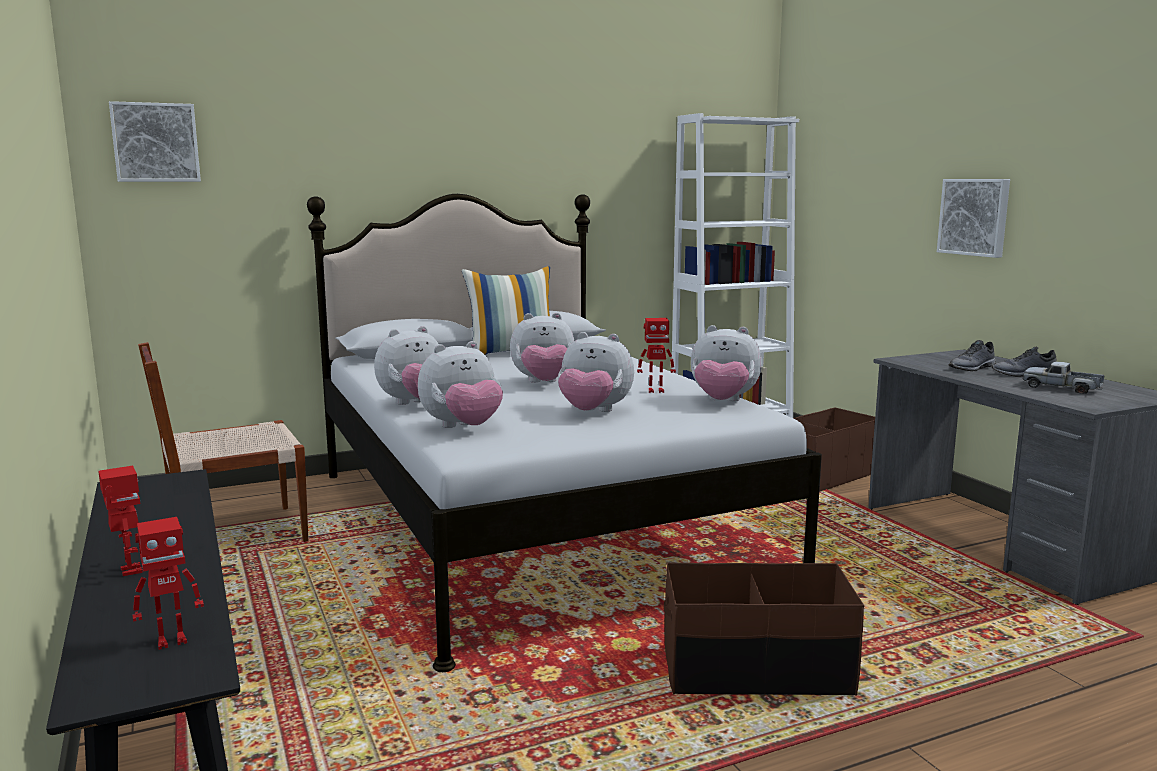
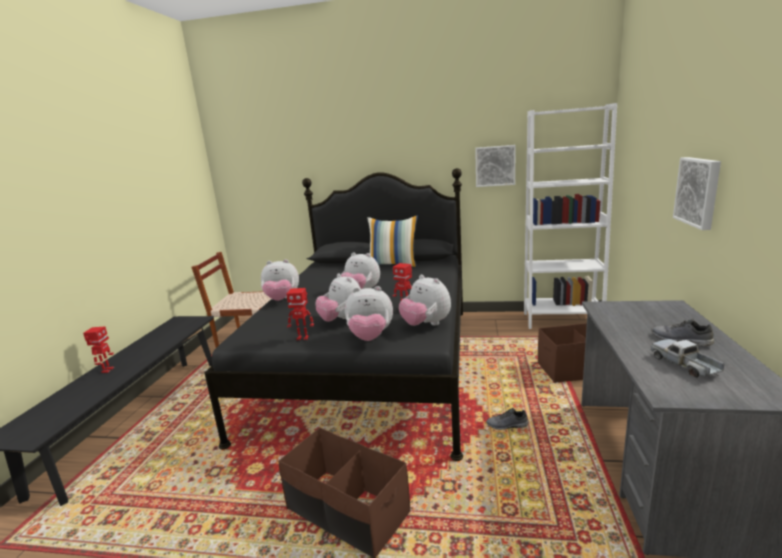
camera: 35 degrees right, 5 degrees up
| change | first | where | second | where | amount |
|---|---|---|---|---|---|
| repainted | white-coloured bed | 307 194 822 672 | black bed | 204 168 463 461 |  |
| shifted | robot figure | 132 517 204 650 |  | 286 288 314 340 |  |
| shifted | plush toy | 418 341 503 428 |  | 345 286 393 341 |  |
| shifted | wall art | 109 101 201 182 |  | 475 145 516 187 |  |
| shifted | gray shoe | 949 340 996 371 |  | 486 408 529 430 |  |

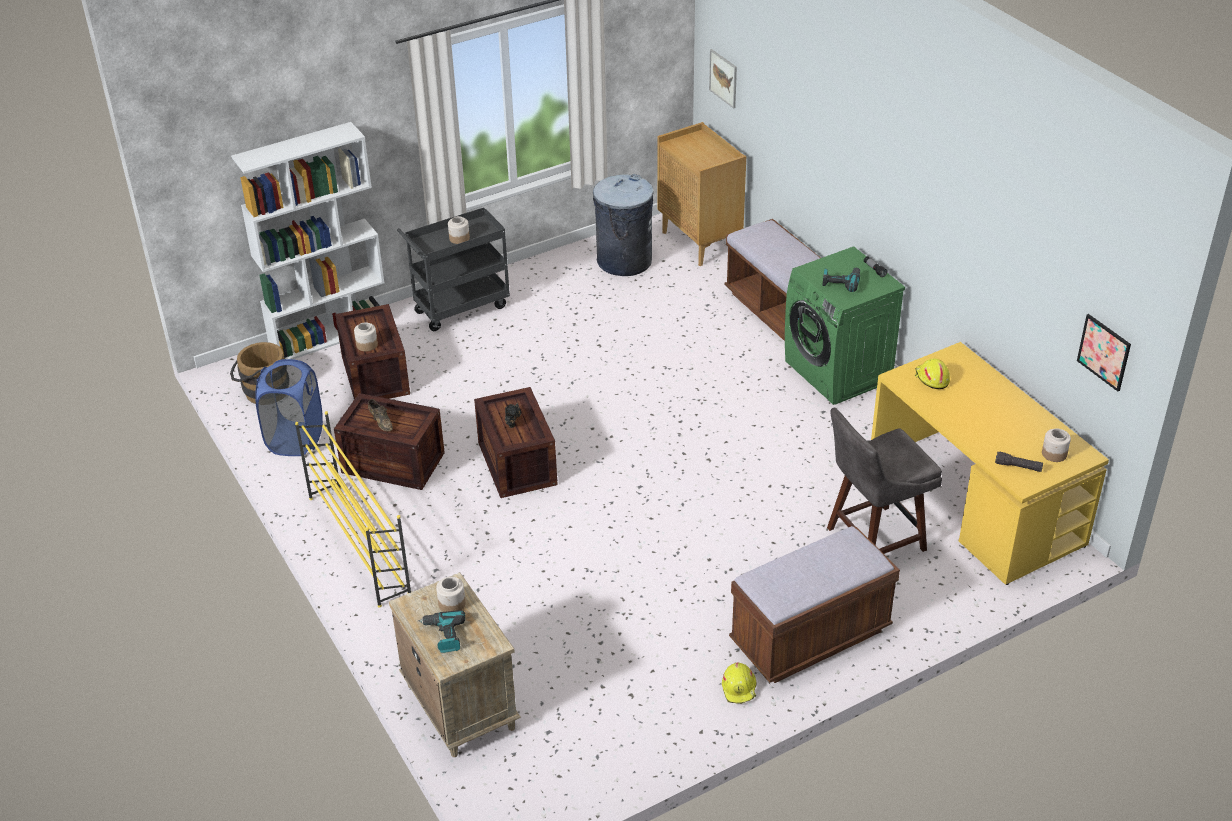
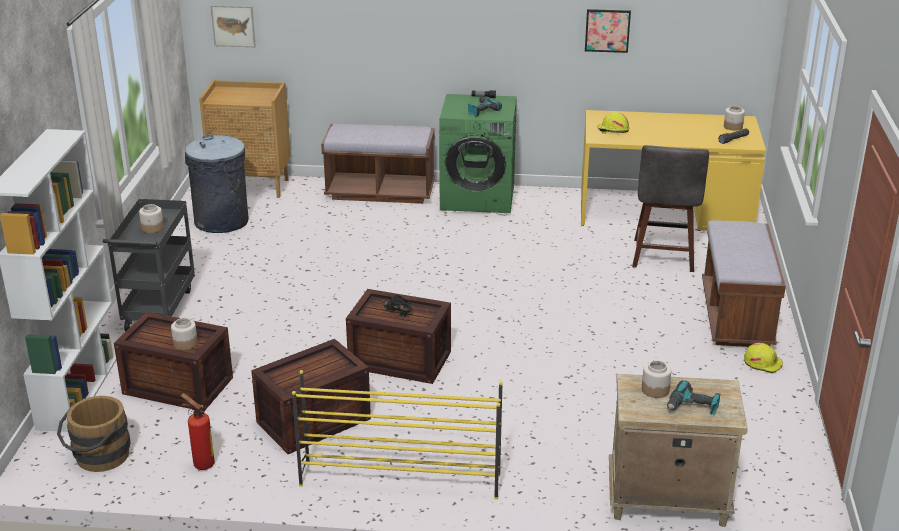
camera: 55 degrees left, 10 degrees down
| change | first | where | second | where | amount |
|---|---|---|---|---|---|
| swapped | blue hamper | 255 359 323 456 | fire extinguisher | 180 393 215 470 |  |
| shifted | wall art | 1077 314 1131 391 |  | 585 9 631 53 |  |
| gone | brown shoe | 368 399 393 432 |  |  |  |

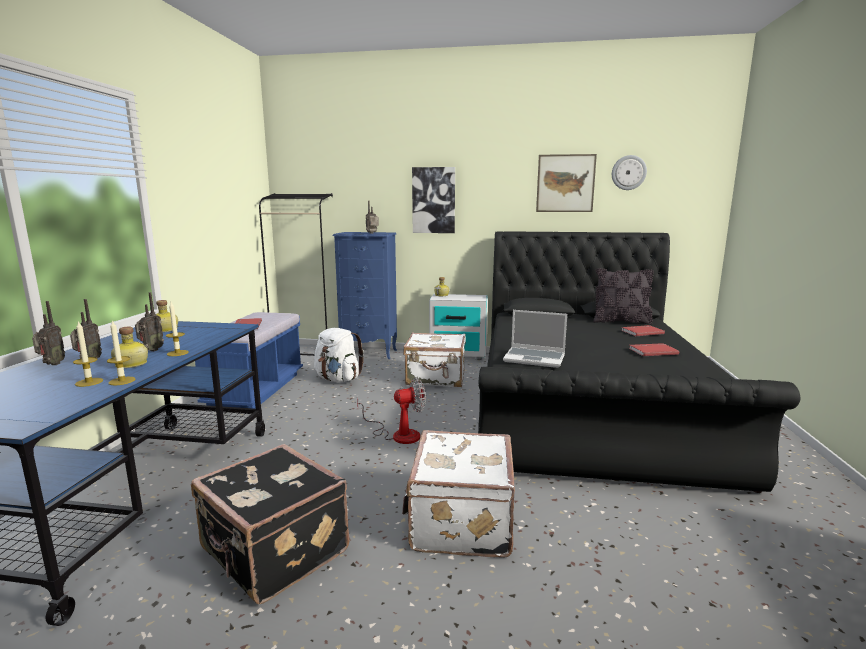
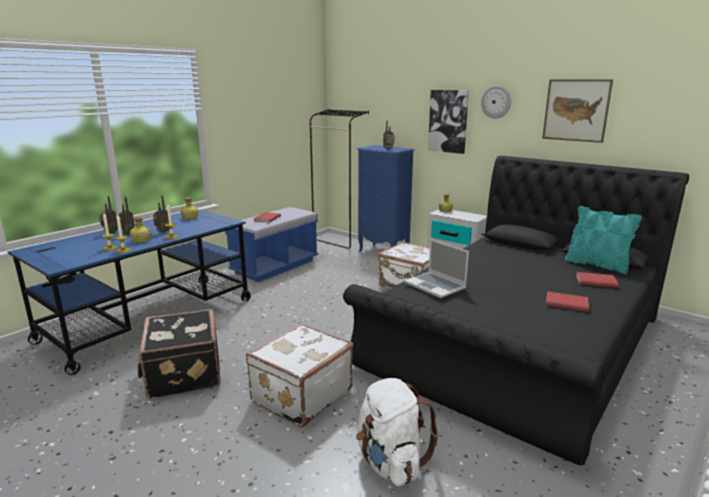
camera: 30 degrees right, 5 degrees up
| change | first | where | second | where | amount |
|---|---|---|---|---|---|
| shifted | white-coloured rucksack | 314 328 364 382 |  | 356 378 439 486 |  |
| shifted | clock on the wall | 612 155 647 190 |  | 481 86 511 119 |  |
| repainted | black cushion | 593 268 654 325 | turquoise cushion | 564 206 642 275 |  |
| gone | cooling fan | 357 378 426 444 |  |  |  |

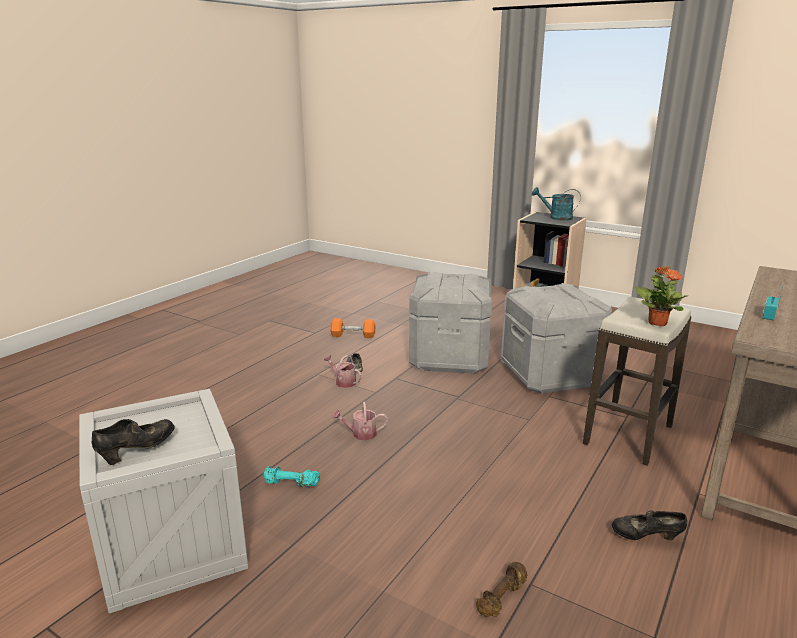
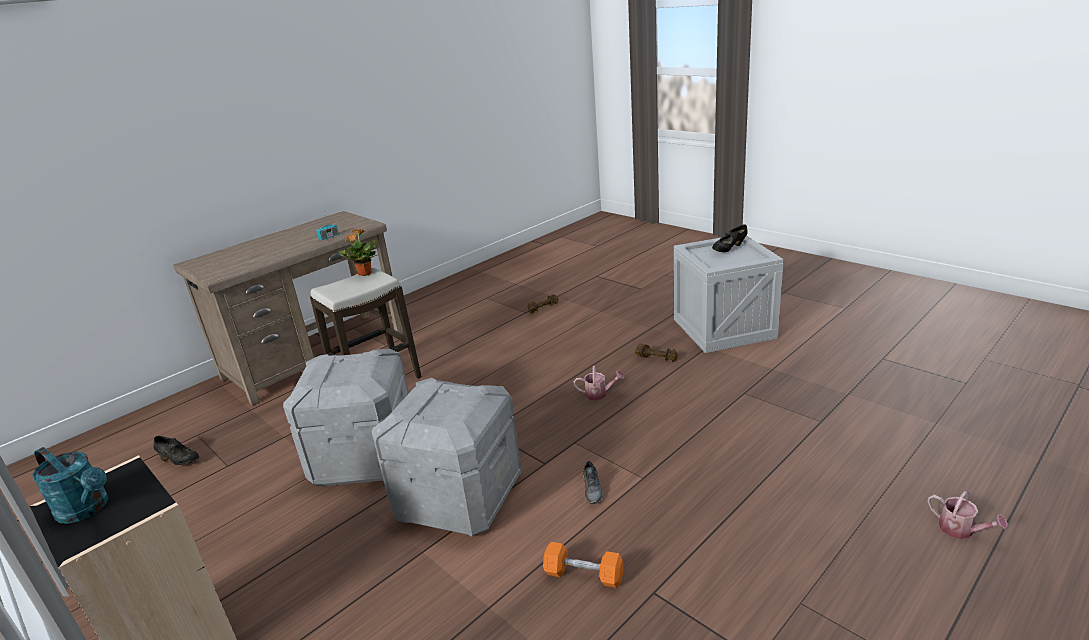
camera: 165 degrees left, 5 degrees up
| change | first | where | second | where | amount |
|---|---|---|---|---|---|
| shifted | black shoe | 612 510 687 540 |  | 153 436 199 465 |  |
| repainted | turquoise free weight | 263 466 320 486 | brown free weight | 635 343 678 362 |  |
| shifted | watering can | 324 355 361 388 |  | 928 491 1008 539 |  |

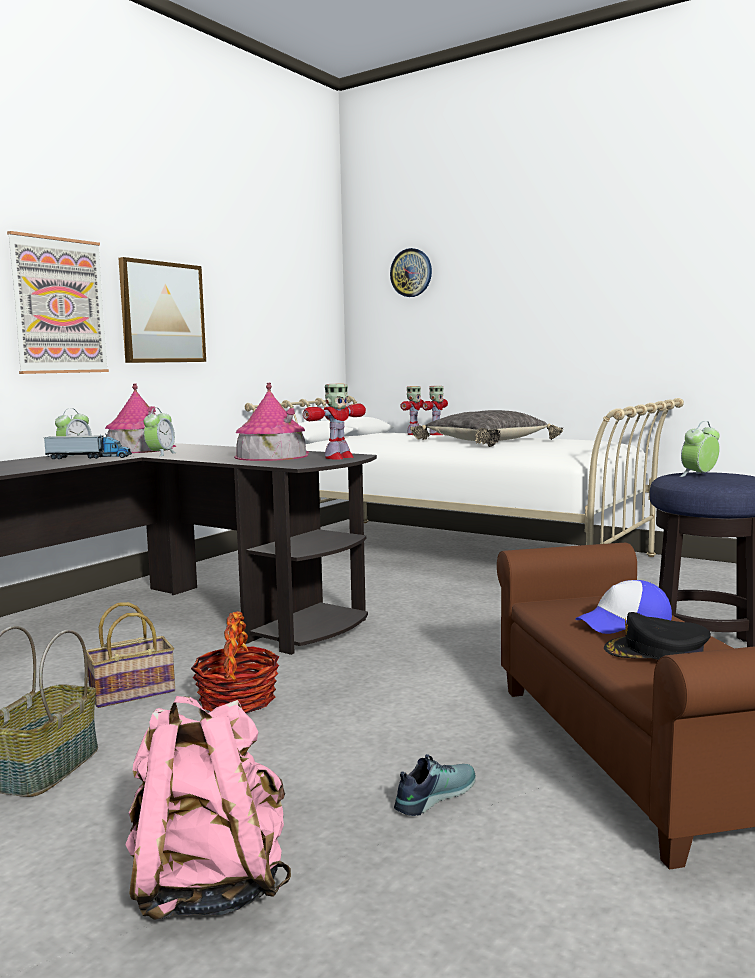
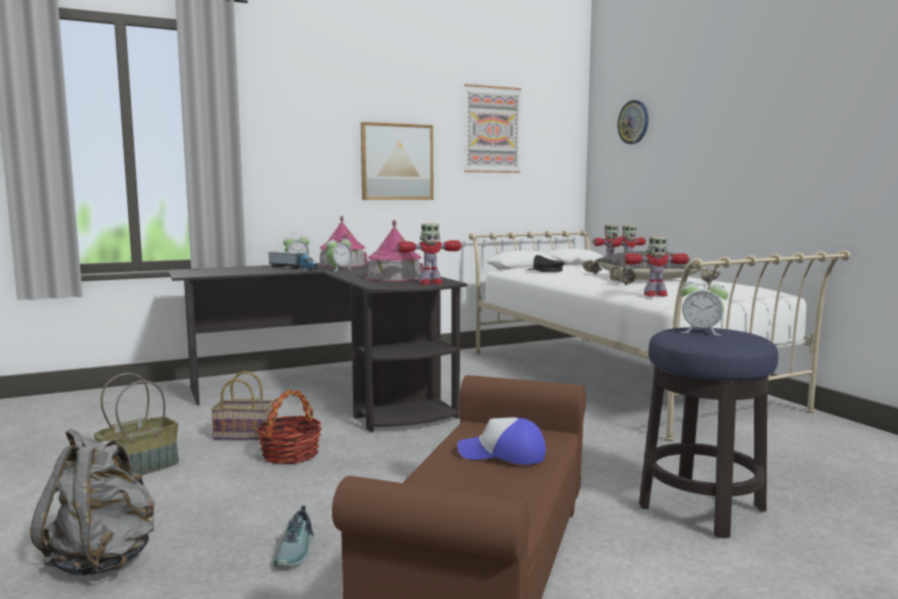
camera: 30 degrees right, 0 degrees up
| change | first | where | second | where | amount |
|---|---|---|---|---|---|
| repainted | pink rucksack | 125 696 291 920 | gray rucksack | 30 428 155 576 |  |
| rotated | shoe | 394 754 476 816 |  | 273 505 314 567 | 105 degrees clockwise |
| shifted | wall art | 7 231 109 374 |  | 464 84 522 173 |  |
| shifted | black cap | 604 612 711 660 |  | 527 255 564 272 |  |
| new |  |  | robot figure | 624 236 689 296 |  |
| rotated | table clock | 679 421 720 477 |  | 680 277 729 336 | 150 degrees counterclockwise |

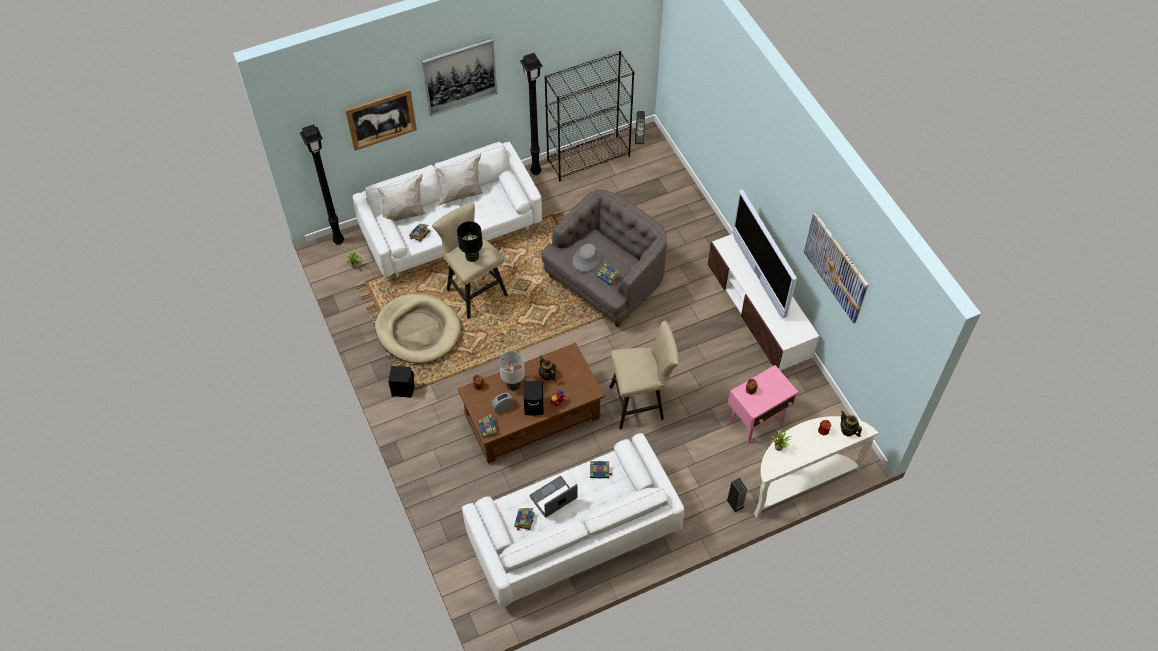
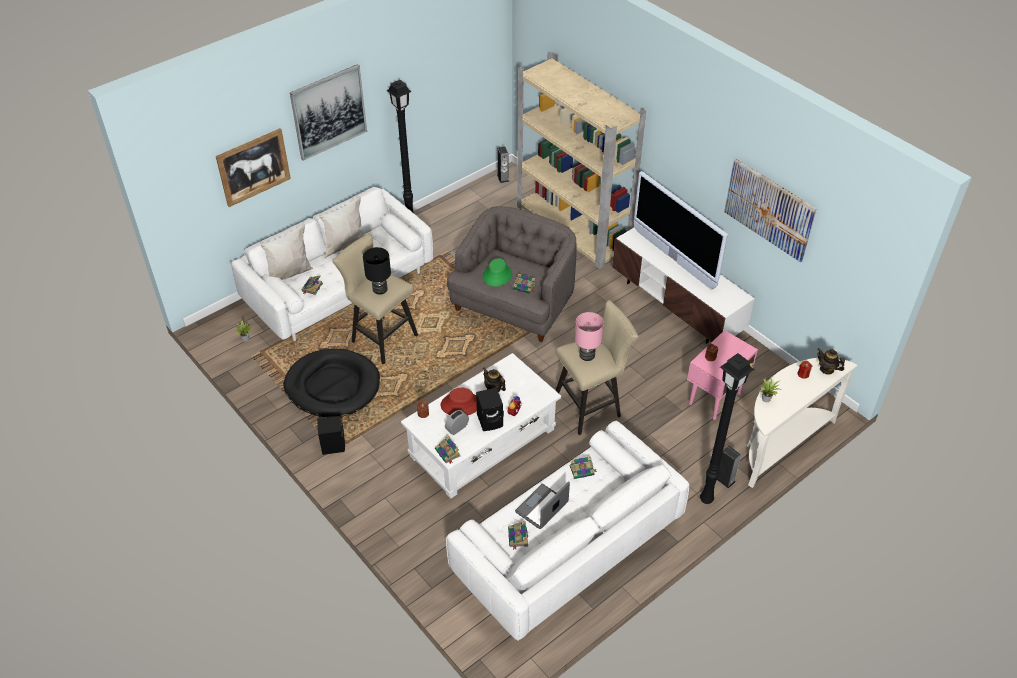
camera: 15 degrees left, 10 degrees down
| change | first | where | second | where | amount |
|---|---|---|---|---|---|
| repainted | beige dog cushion | 375 294 461 363 | black dog cushion | 284 349 380 417 |  |
| repainted | brown coffee table | 458 343 605 463 | white-coloured coffee table | 401 353 561 499 |  |
| swapped | gray table lamp | 499 351 525 390 | reddish hat | 441 388 477 415 |  |
| repainted | gray hat | 573 244 602 271 | green hat | 483 258 512 287 |  |
| new |  |  | beige bookcase | 517 52 646 270 |  |
| new |  |  | pink table lamp | 575 312 604 361 |  |
| shifted | black floor lamp | 300 124 344 244 |  | 700 353 754 504 |  |
| gone | black bookcase | 544 51 635 181 |  |  |  |

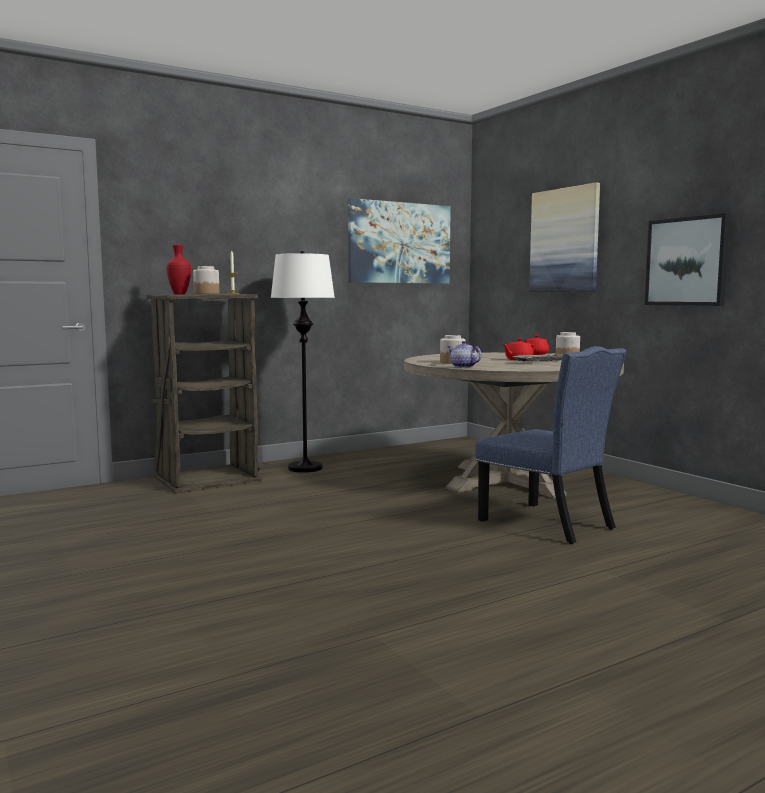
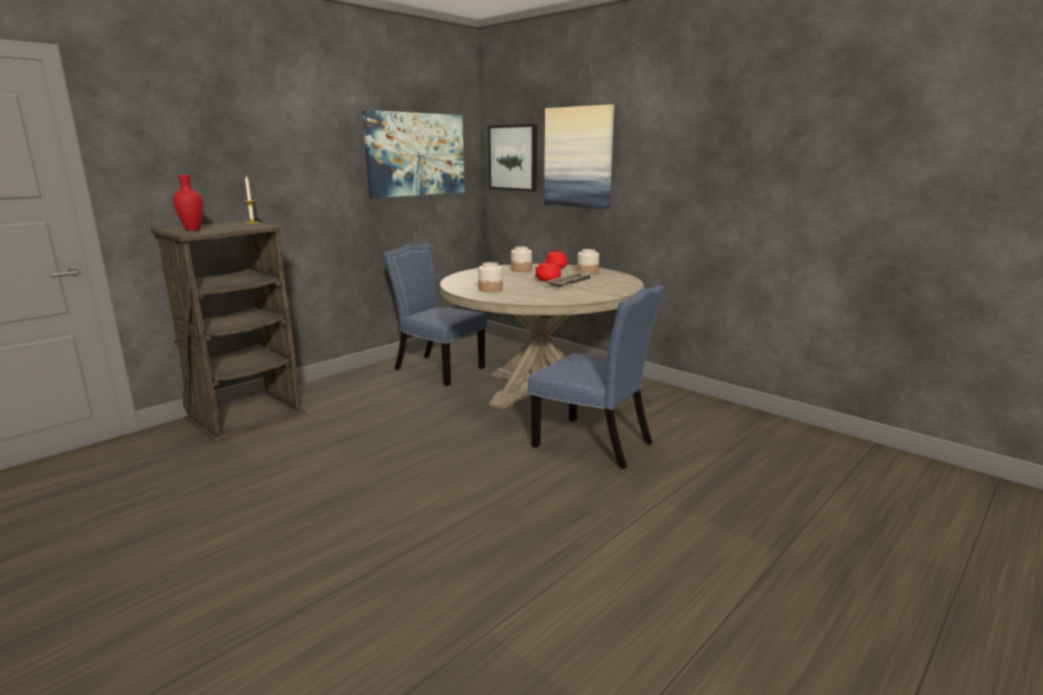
camera: 15 degrees left, 10 degrees up
| change | first | where | second | where | amount |
|---|---|---|---|---|---|
| new |  |  | blue chair | 383 244 487 386 |  |
| shifted | wall art | 645 213 730 306 |  | 488 124 537 192 |  |
| shifted | jar | 193 266 220 294 |  | 511 247 532 272 |  |
| gone | white-coloured floor lamp | 270 251 335 473 |  |  |  |
| gone | teapot | 448 341 481 368 |  |  |  |

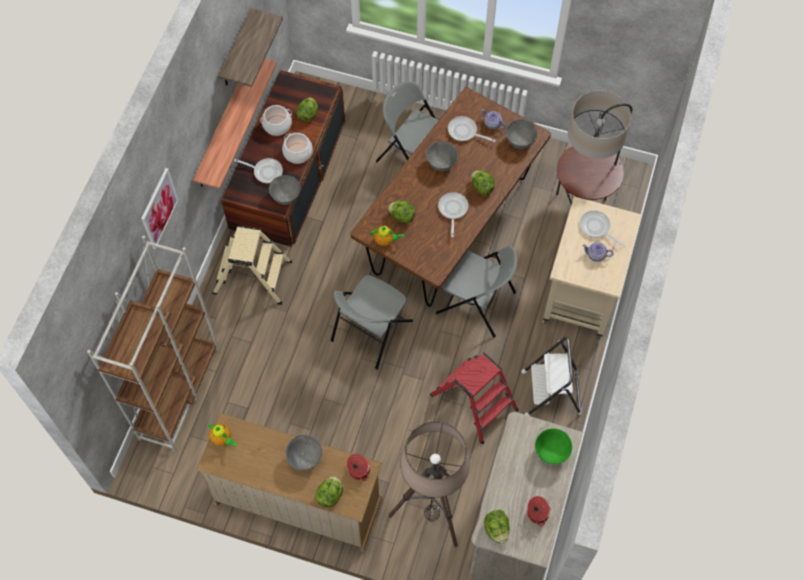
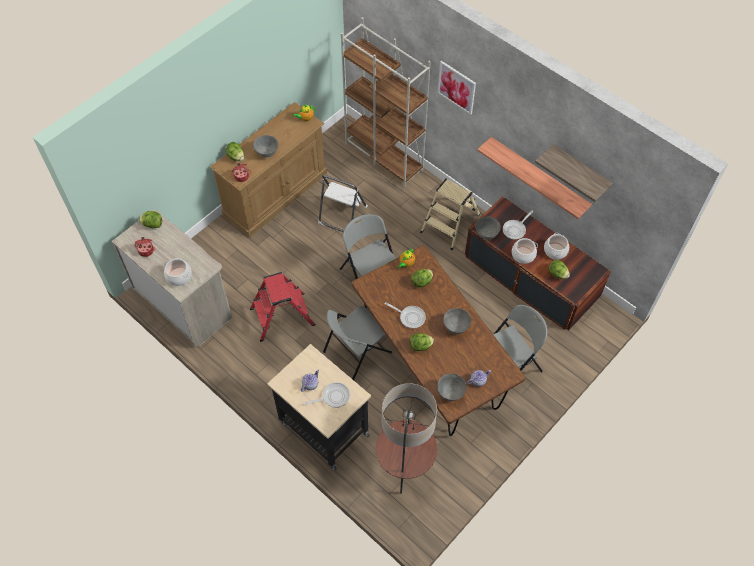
camera: 115 degrees right, 5 degrees down
| change | first | where | second | where | amount |
|---|---|---|---|---|---|
| swapped | green serving bowl | 535 428 572 464 | cooking pot | 163 258 192 286 |  |
| repainted | beige wheeled cart | 542 196 642 339 | black wheeled cart | 267 344 371 471 |  |
| shifted | white-coloured step stool | 521 337 581 416 |  | 318 175 368 232 |  |
| gone | floor lamp | 389 421 470 548 |  |  |  |
| gone | pan | 448 116 496 142 |  |  |  |

